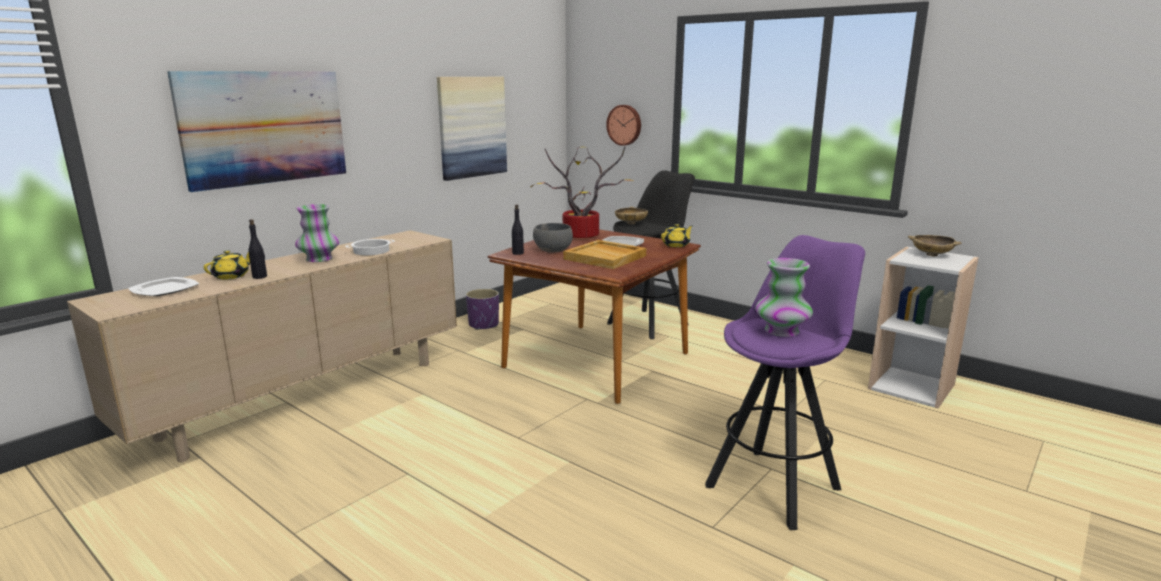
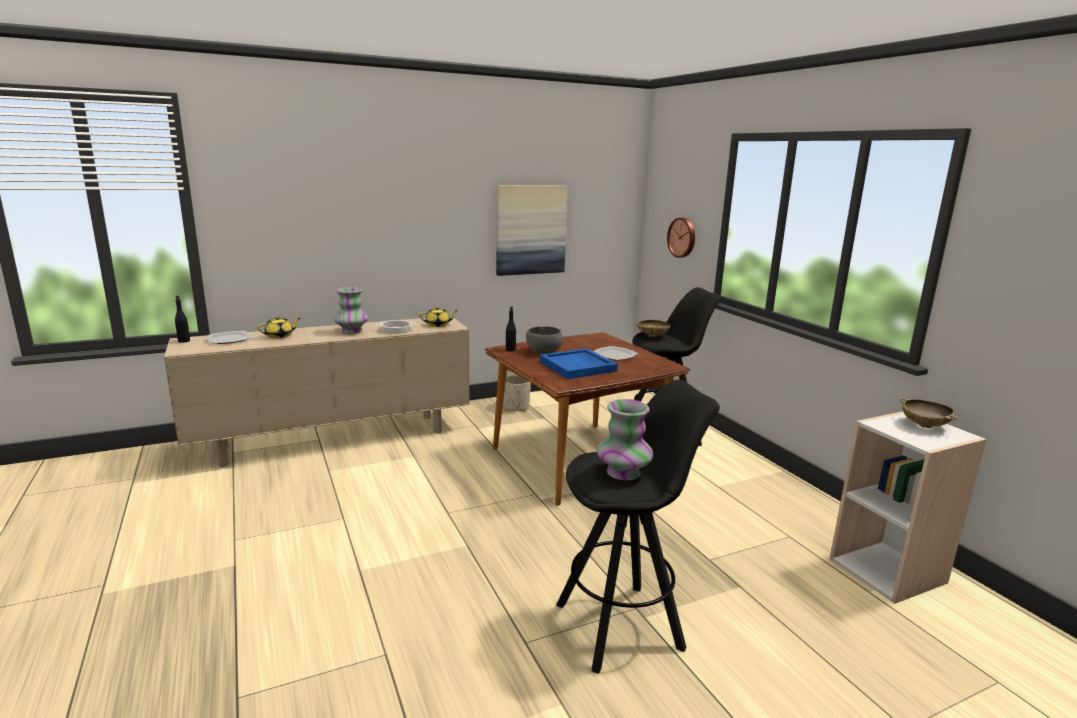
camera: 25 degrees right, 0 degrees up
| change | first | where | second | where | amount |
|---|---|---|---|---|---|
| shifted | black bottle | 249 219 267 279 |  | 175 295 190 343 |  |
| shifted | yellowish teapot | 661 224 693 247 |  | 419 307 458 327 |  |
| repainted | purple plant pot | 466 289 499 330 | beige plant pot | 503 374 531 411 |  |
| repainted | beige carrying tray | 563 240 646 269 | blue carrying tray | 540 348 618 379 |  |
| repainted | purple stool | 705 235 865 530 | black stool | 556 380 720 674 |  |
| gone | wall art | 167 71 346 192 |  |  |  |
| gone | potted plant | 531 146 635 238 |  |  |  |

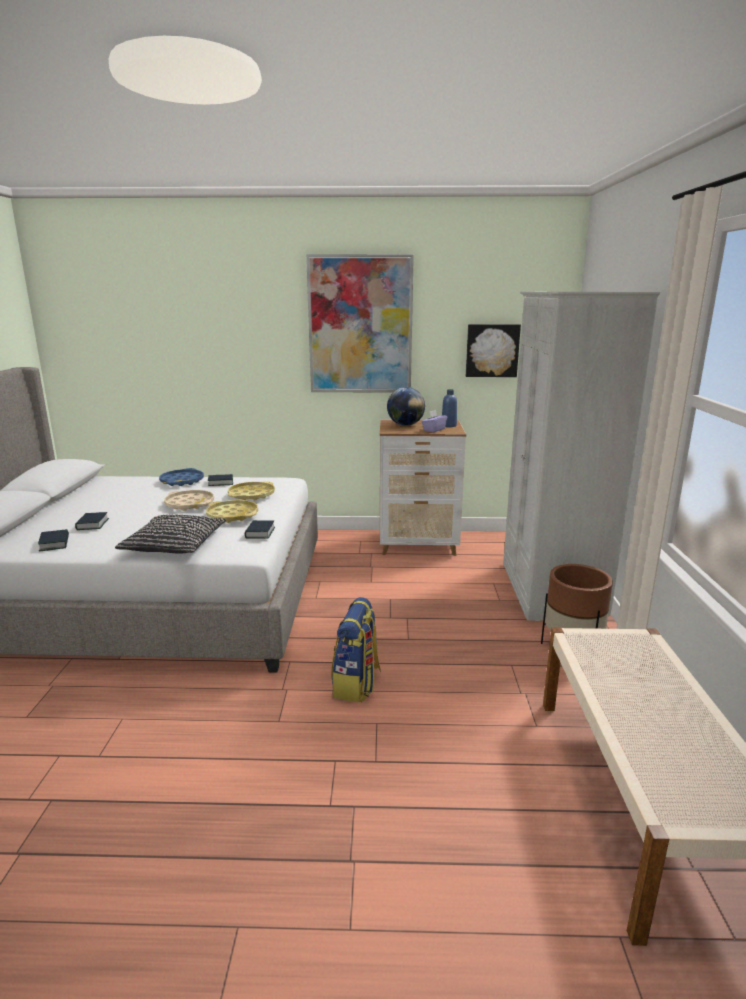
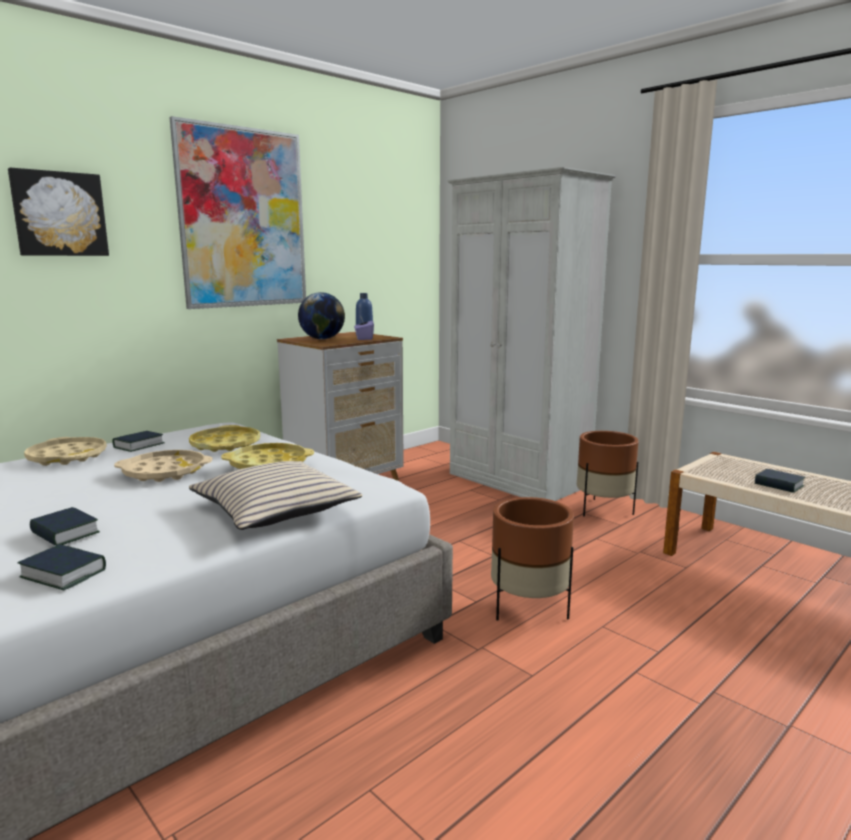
camera: 45 degrees left, 5 degrees down
| change | first | where | second | where | amount |
|---|---|---|---|---|---|
| shifted | wall art | 466 324 521 377 |  | 8 168 109 256 |  |
| repainted | blue carrying tray | 159 468 204 486 | beige carrying tray | 24 437 107 466 |  |
| repainted | black cushion | 115 514 226 554 | beige cushion | 189 461 362 530 |  |
| swapped | rucksack | 331 597 381 703 | brown plant pot | 491 497 574 621 |  |
| shifted | bound book | 245 520 275 539 |  | 755 469 805 493 |  |

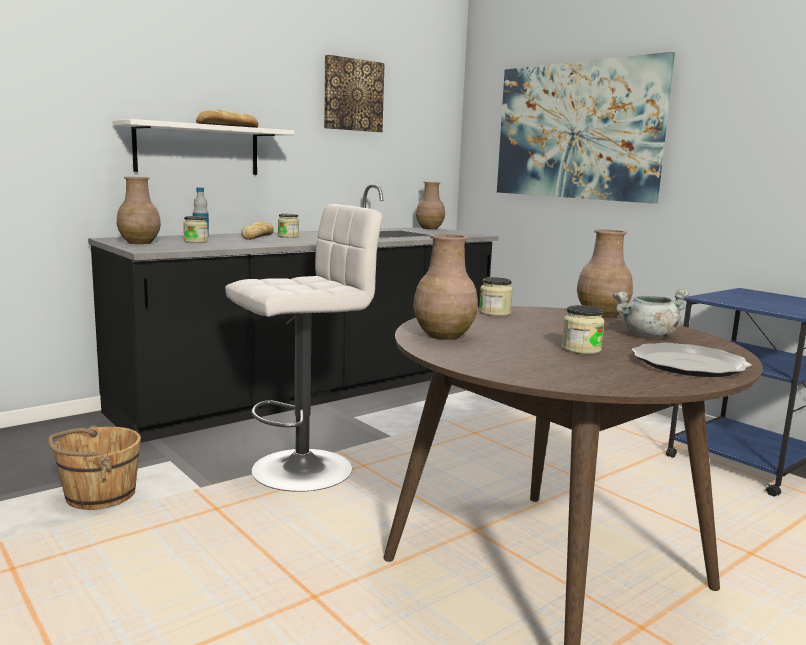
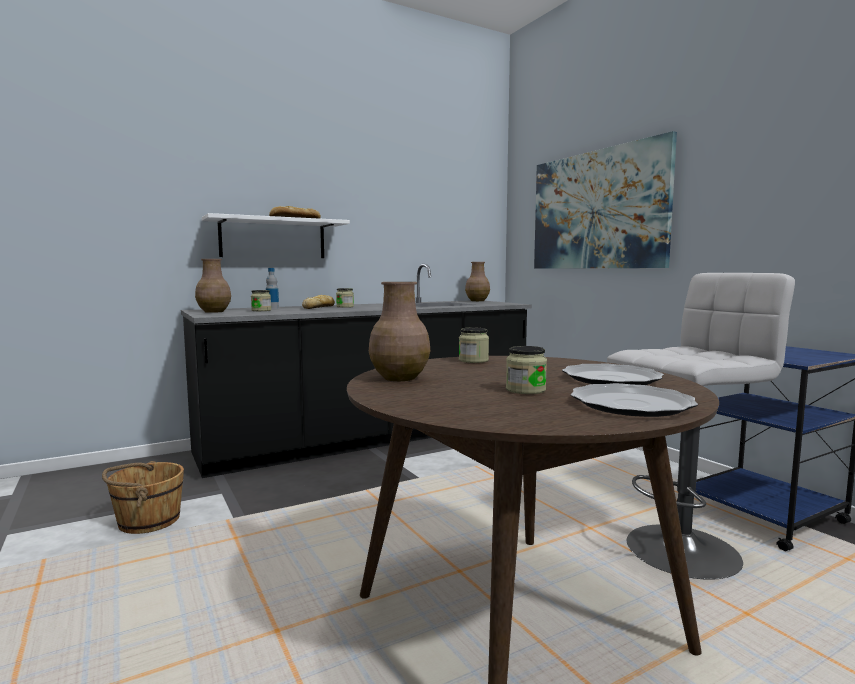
camera: 10 degrees right, 5 degrees down
| change | first | where | second | where | amount |
|---|---|---|---|---|---|
| swapped | gray cooking pot | 613 289 690 338 | flat dish | 562 363 664 385 |  |
| shifted | white-coloured stool | 225 204 383 492 |  | 607 273 795 580 |  |
| gone | wall art | 324 55 385 132 |  |  |  |
| gone | brown decorative vase | 577 229 633 318 |  |  |  |

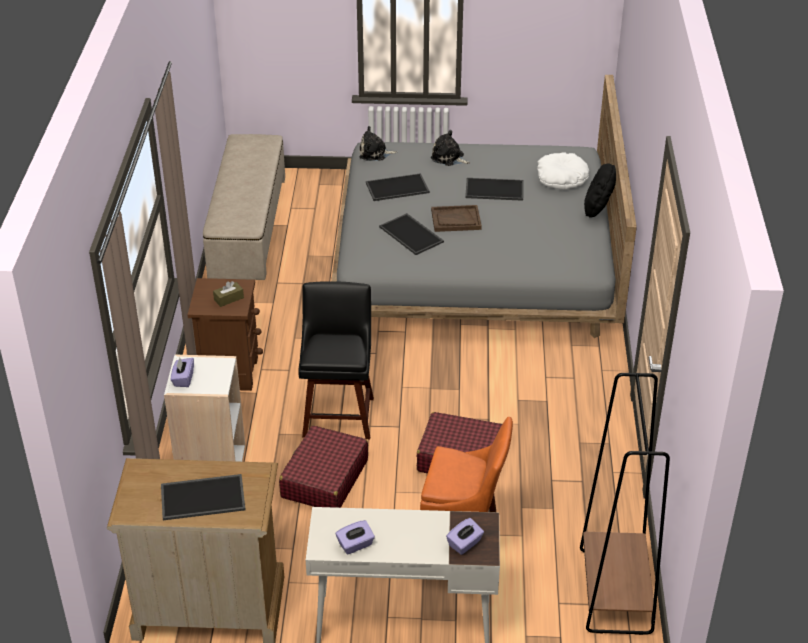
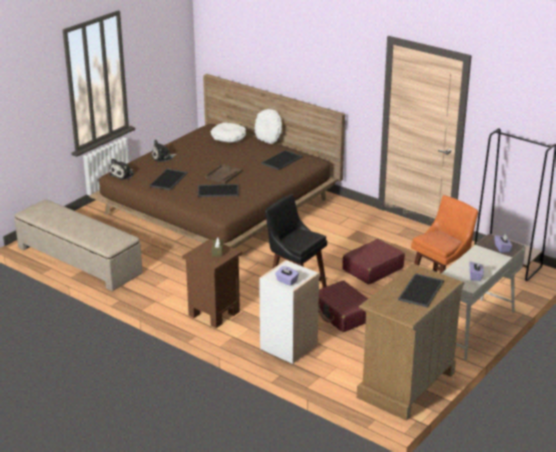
camera: 55 degrees left, 10 degrees down
| change | first | where | second | where | amount |
|---|---|---|---|---|---|
| repainted | gray bed | 331 75 637 338 | brown bed | 89 74 345 248 |  |
| repainted | black cushion | 584 163 616 218 | white-coloured cushion | 254 109 282 144 |  |
| shifted | carrying tray | 465 178 524 201 |  | 261 150 303 170 |  |

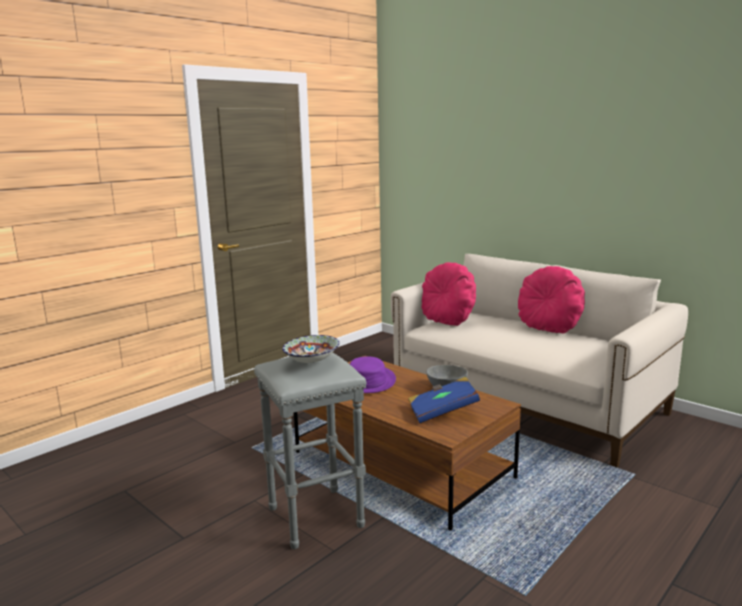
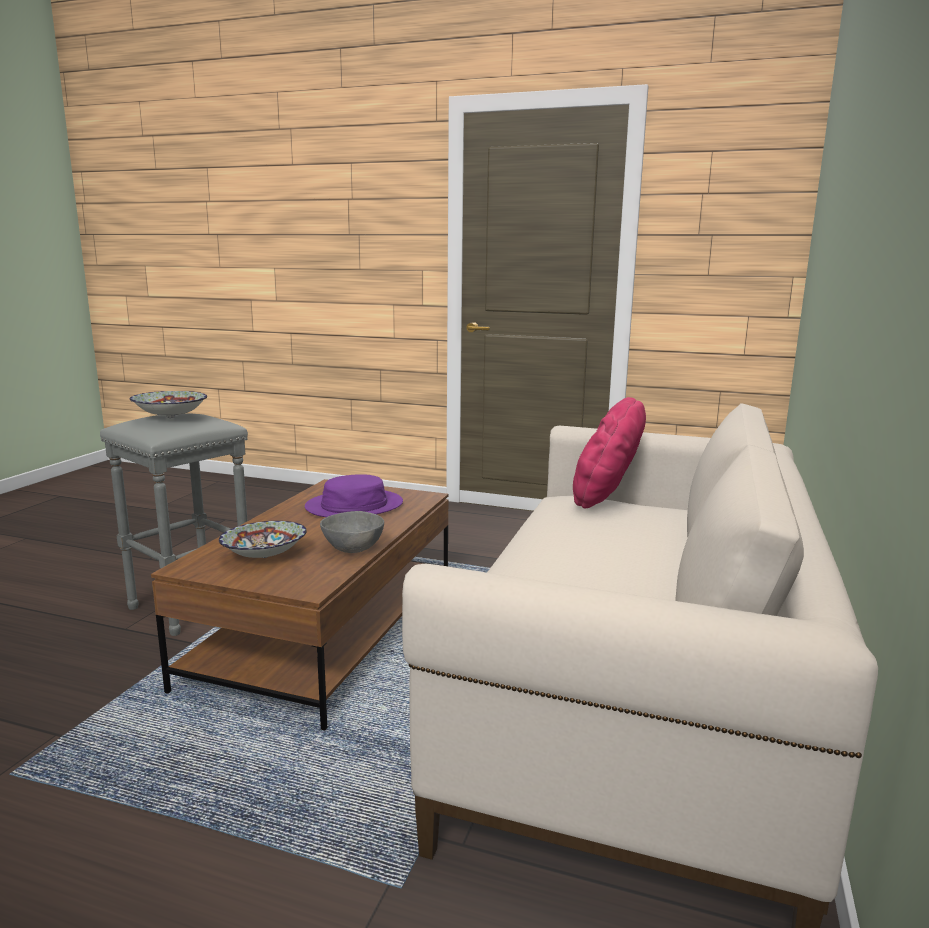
camera: 65 degrees right, 0 degrees up
| change | first | where | second | where | amount |
|---|---|---|---|---|---|
| swapped | blue bound book | 408 377 480 423 | serving bowl | 219 521 307 558 |  |
| gone | pink cushion | 518 266 585 334 |  |  |  |

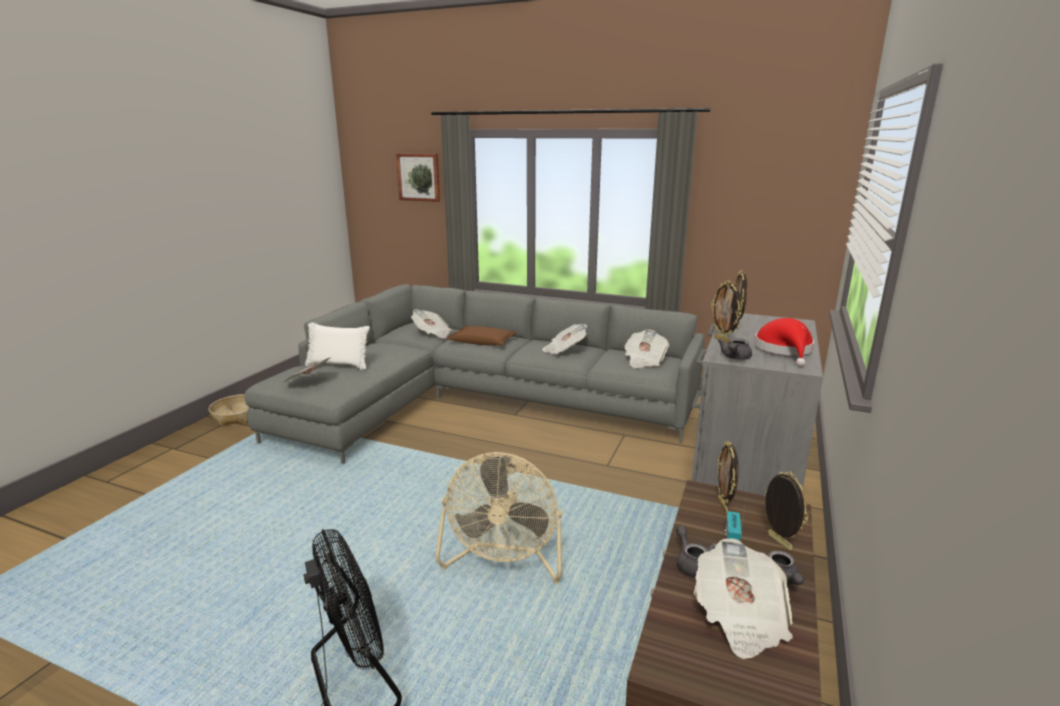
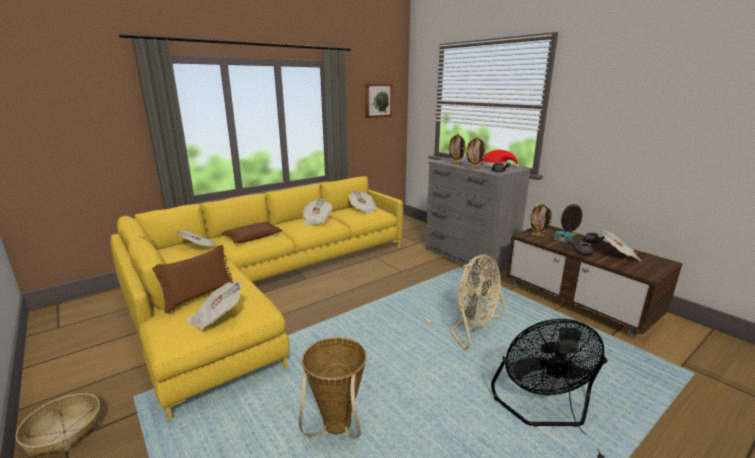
camera: 60 degrees left, 0 degrees up
| change | first | where | second | where | amount |
|---|---|---|---|---|---|
| repainted | gray couch | 245 284 704 464 | yellowish couch | 111 176 403 420 |  |
| repainted | white-coloured cushion | 305 323 370 370 | brown cushion | 152 245 233 313 |  |
| new |  |  | household basket | 299 337 367 438 |  |
| shifted | wall art | 396 153 440 202 |  | 365 84 393 118 |  |

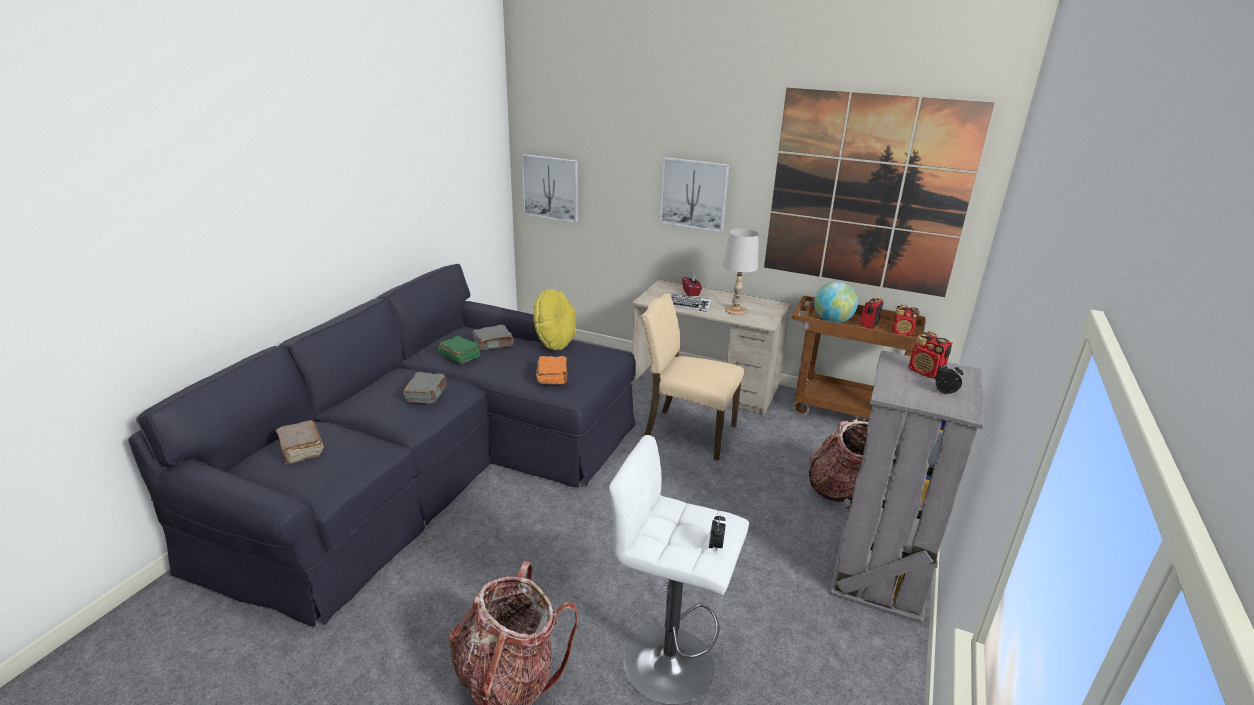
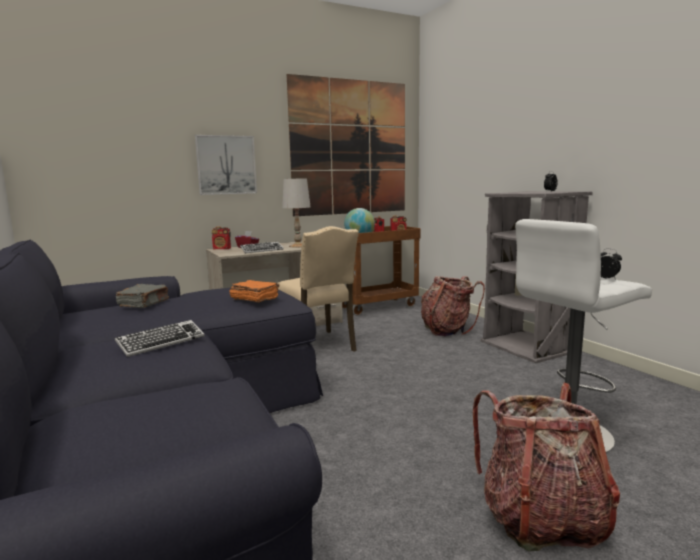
camera: 50 degrees left, 15 degrees down
| change | first | where | second | where | amount |
|---|---|---|---|---|---|
| swapped | gray bound book | 403 372 447 404 | keyboard | 115 320 205 357 |  |
| shifted | radio set | 909 331 952 379 |  | 212 226 231 250 |  |
| rotated | beige chair | 641 293 744 461 |  | 277 226 359 352 | 90 degrees counterclockwise |
| gone | brown bound book | 275 420 323 464 |  |  |  |
| gone | green bound book | 438 336 482 364 |  |  |  |
| gone | wall art | 521 154 578 223 |  |  |  |
| gone | yellowish cushion | 533 289 576 350 |  |  |  |

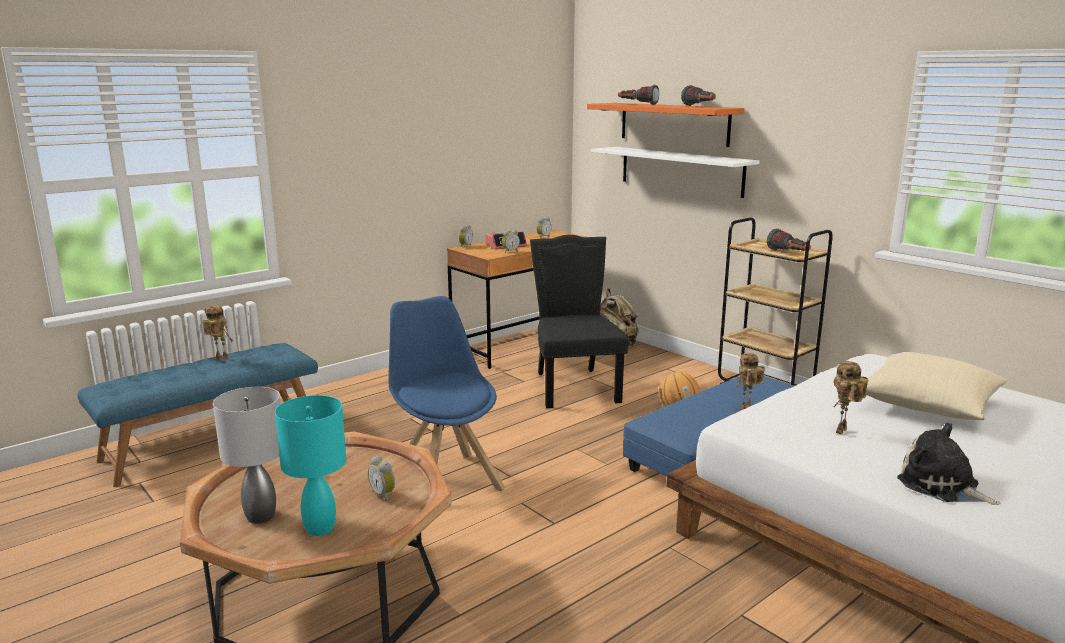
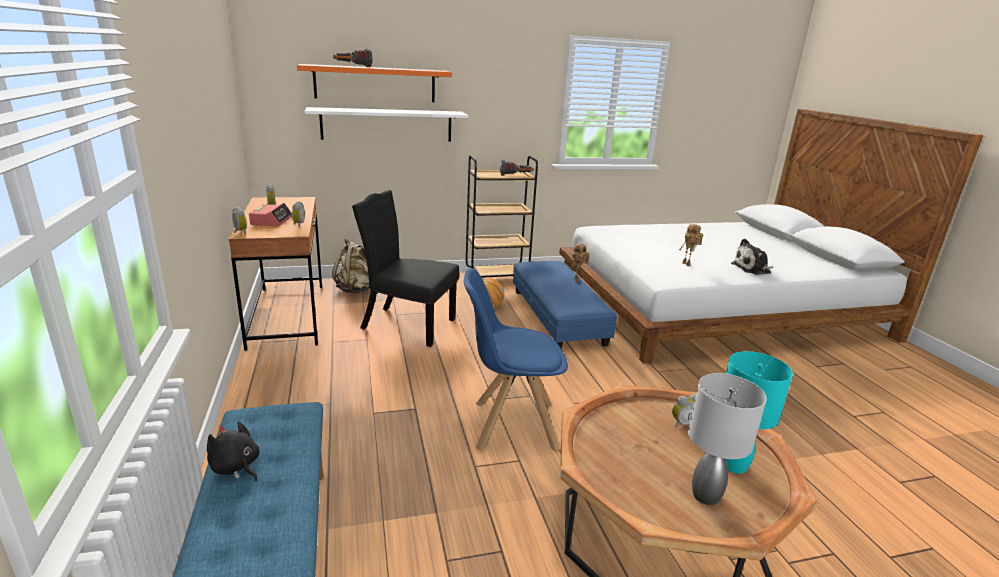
camera: 65 degrees left, 5 degrees up
| change | first | where | second | where | amount |
|---|---|---|---|---|---|
| swapped | robot figure | 202 306 233 360 | black plush toy | 207 421 260 482 |  |
| gone | hand torch | 681 85 716 106 |  |  |  |
| gone | beige cushion | 866 352 1007 420 |  |  |  |

